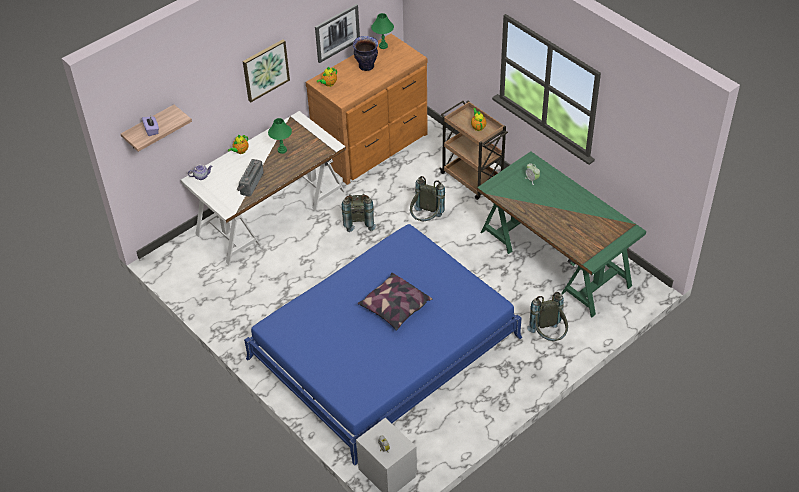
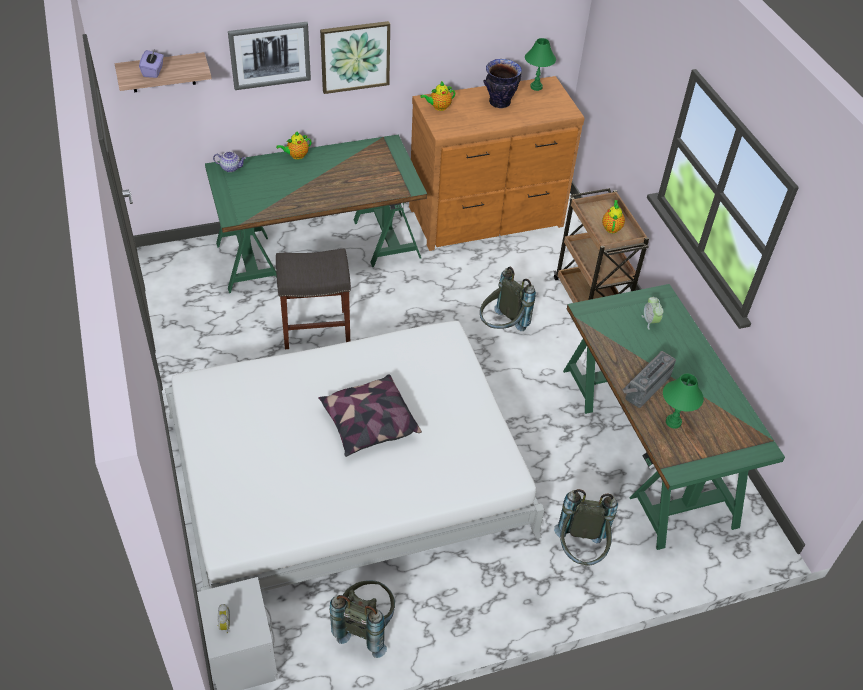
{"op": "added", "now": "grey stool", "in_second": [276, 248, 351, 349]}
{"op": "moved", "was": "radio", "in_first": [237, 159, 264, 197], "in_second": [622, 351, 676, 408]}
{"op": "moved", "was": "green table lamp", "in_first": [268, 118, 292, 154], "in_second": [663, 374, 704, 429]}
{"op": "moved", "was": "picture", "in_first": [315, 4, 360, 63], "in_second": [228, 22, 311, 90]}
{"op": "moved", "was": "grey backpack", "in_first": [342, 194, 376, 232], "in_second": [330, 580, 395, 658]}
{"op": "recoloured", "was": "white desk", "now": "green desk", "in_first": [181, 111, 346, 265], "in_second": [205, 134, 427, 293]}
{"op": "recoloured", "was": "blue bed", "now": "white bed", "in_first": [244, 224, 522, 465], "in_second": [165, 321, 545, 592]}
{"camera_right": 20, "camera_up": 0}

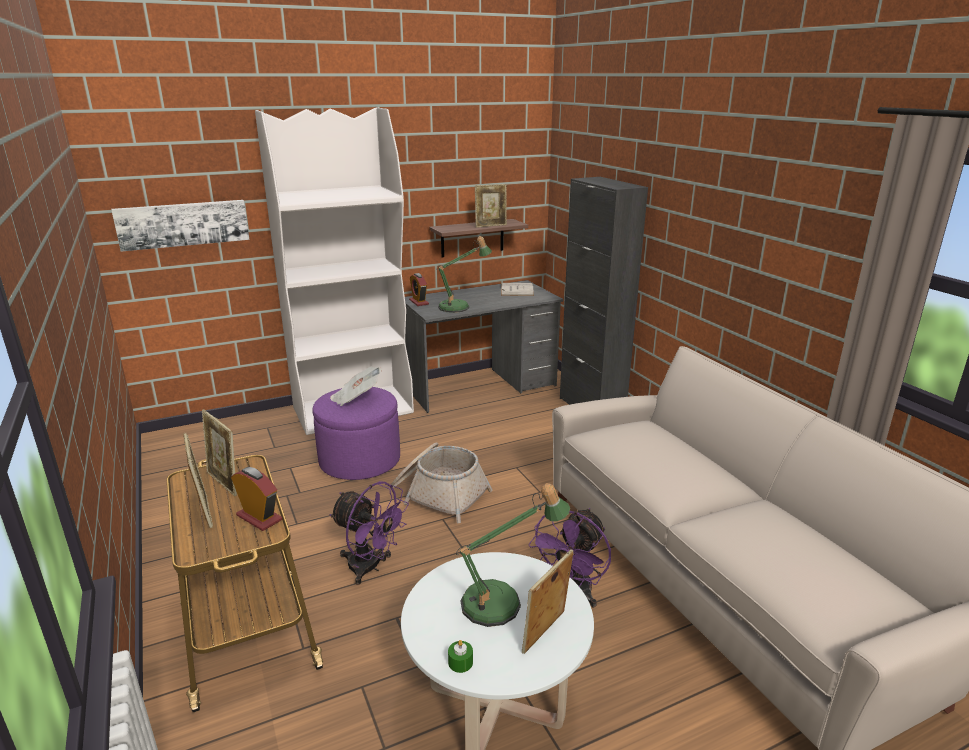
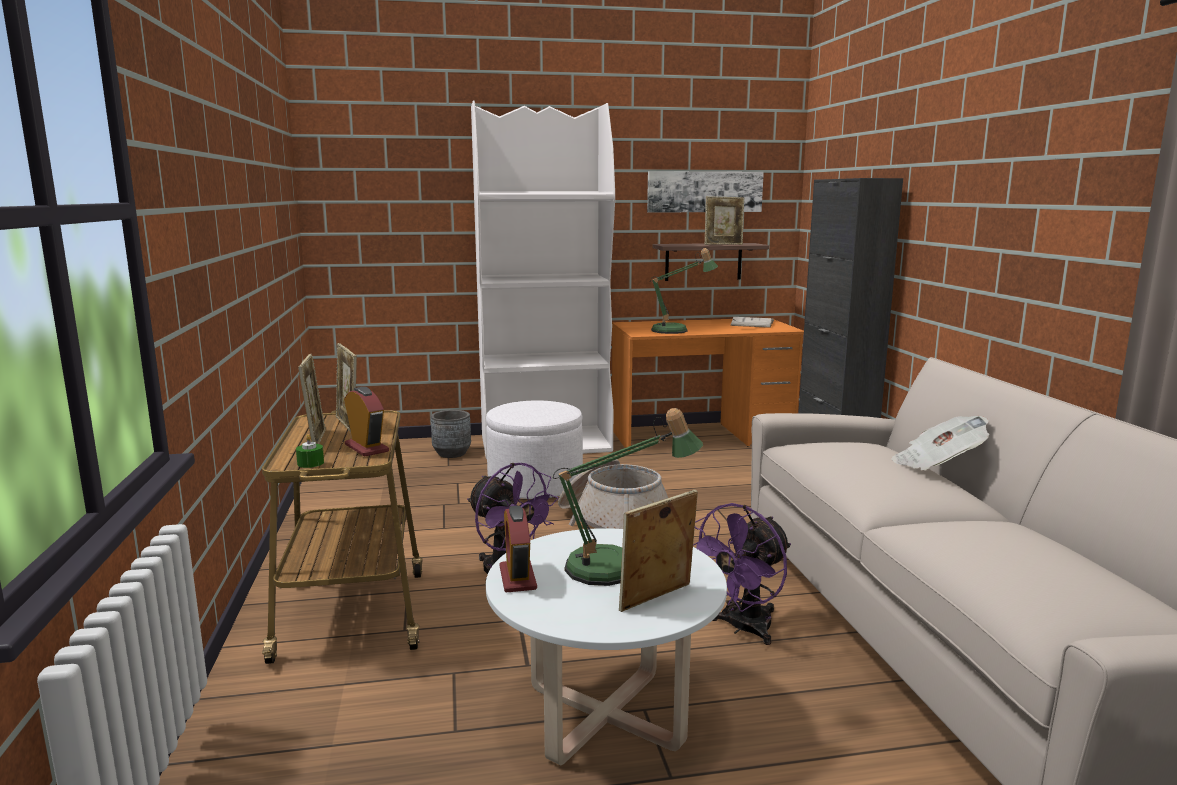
{"op": "added", "now": "grey planter", "in_second": [431, 410, 471, 458]}
{"op": "moved", "was": "picture", "in_first": [111, 200, 250, 252], "in_second": [647, 171, 764, 213]}
{"op": "moved", "was": "newspaper", "in_first": [330, 367, 382, 406], "in_second": [891, 416, 990, 470]}
{"op": "moved", "was": "alarm clock", "in_first": [409, 273, 429, 306], "in_second": [499, 506, 537, 592]}
{"op": "moved", "was": "green candle", "in_first": [448, 640, 473, 673], "in_second": [296, 434, 324, 468]}
{"op": "recoloured", "was": "purple ottoman", "now": "white ottoman", "in_first": [312, 387, 400, 480], "in_second": [486, 400, 583, 499]}
{"op": "recoloured", "was": "grey desk", "now": "orange desk", "in_first": [405, 280, 563, 413], "in_second": [612, 319, 804, 451]}
{"camera_right": 15, "camera_up": -10}

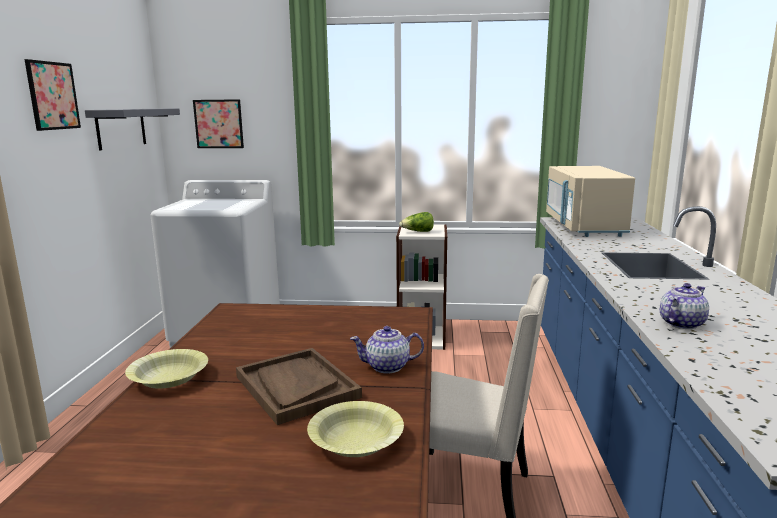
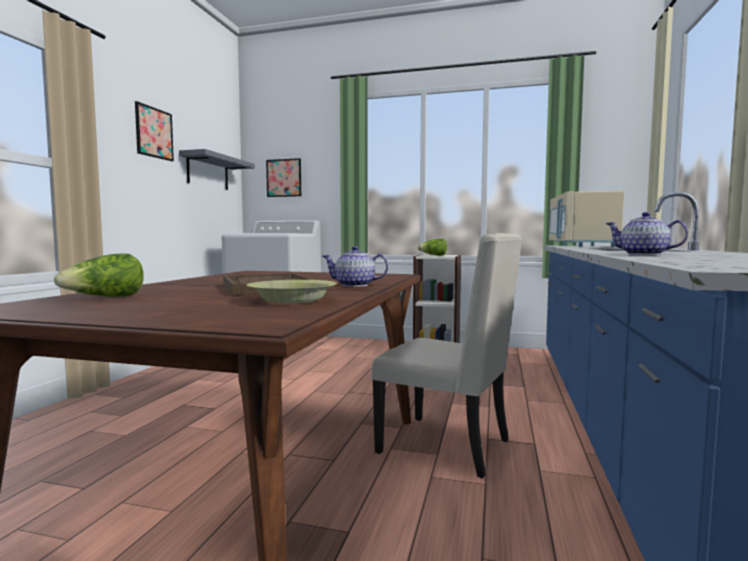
{"op": "removed", "was": "yellow bowl", "in_first": [125, 349, 208, 389]}
{"op": "added", "now": "lettuce", "in_second": [54, 253, 144, 297]}
{"op": "turned", "was": "teapot", "in_first": [660, 283, 709, 329], "in_second": [605, 212, 688, 255], "clockwise": -120}
{"camera_right": 10, "camera_up": -10}

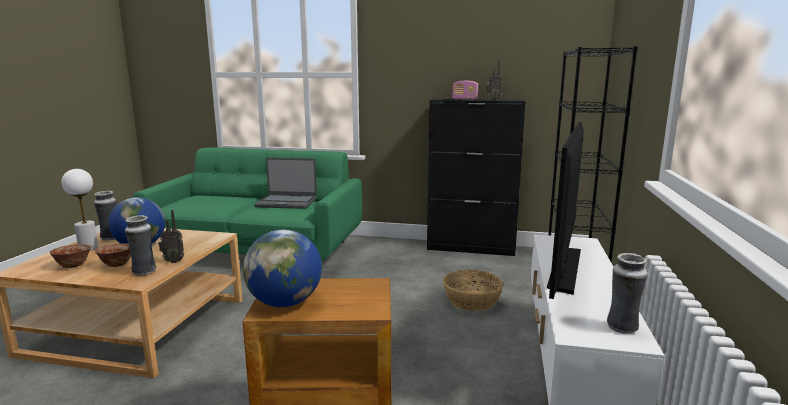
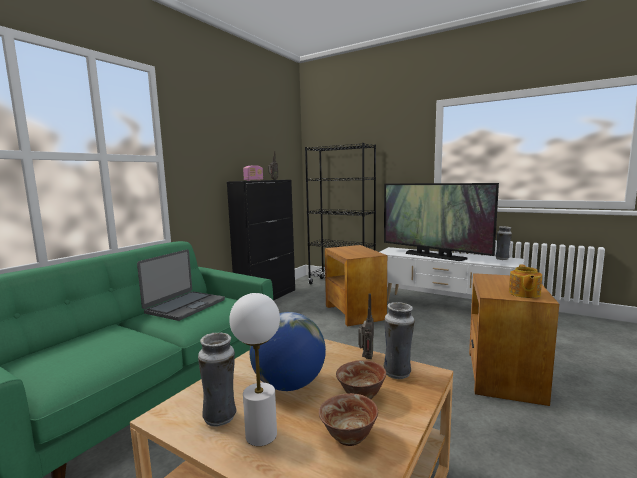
{"op": "replaced", "was": "globe", "now": "teapot", "in_first": [243, 230, 322, 307], "in_second": [509, 265, 542, 298]}
{"op": "replaced", "was": "basket", "now": "brown side table", "in_first": [443, 269, 504, 311], "in_second": [325, 245, 387, 326]}
{"camera_right": -70, "camera_up": -5}

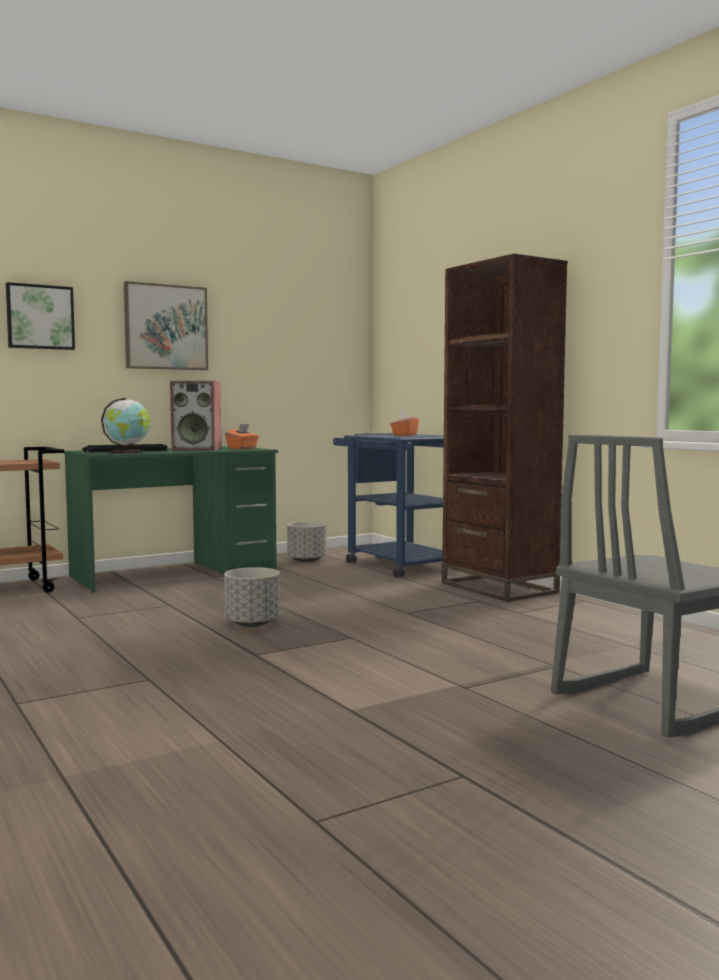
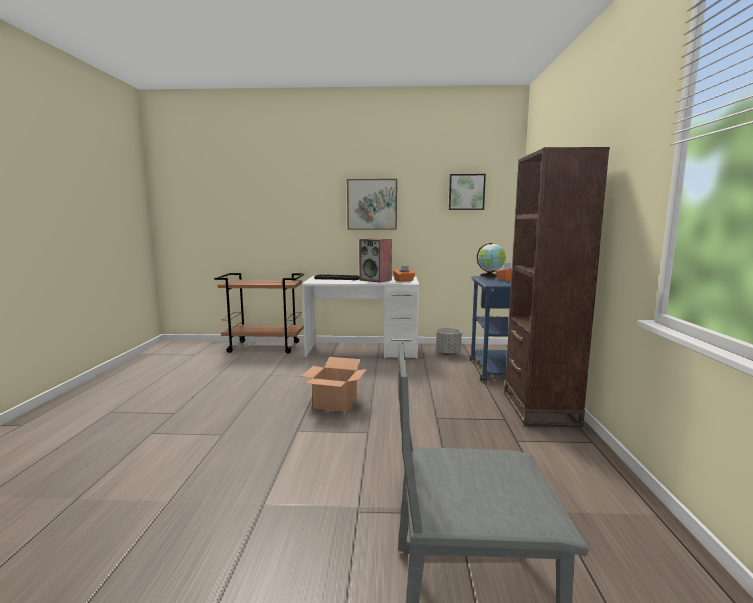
{"op": "moved", "was": "picture", "in_first": [6, 282, 75, 350], "in_second": [449, 174, 486, 210]}
{"op": "moved", "was": "globe", "in_first": [101, 398, 150, 454], "in_second": [477, 243, 506, 277]}
{"op": "replaced", "was": "grey planter", "now": "cardboard box", "in_first": [224, 567, 280, 627], "in_second": [302, 357, 367, 412]}
{"op": "recoloured", "was": "green desk", "now": "white desk", "in_first": [64, 446, 278, 592], "in_second": [301, 276, 419, 359]}
{"camera_right": 35, "camera_up": 5}

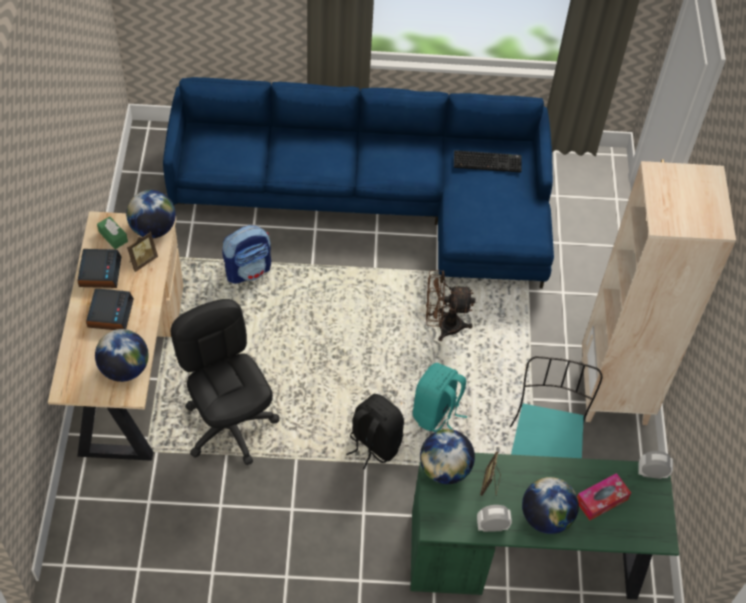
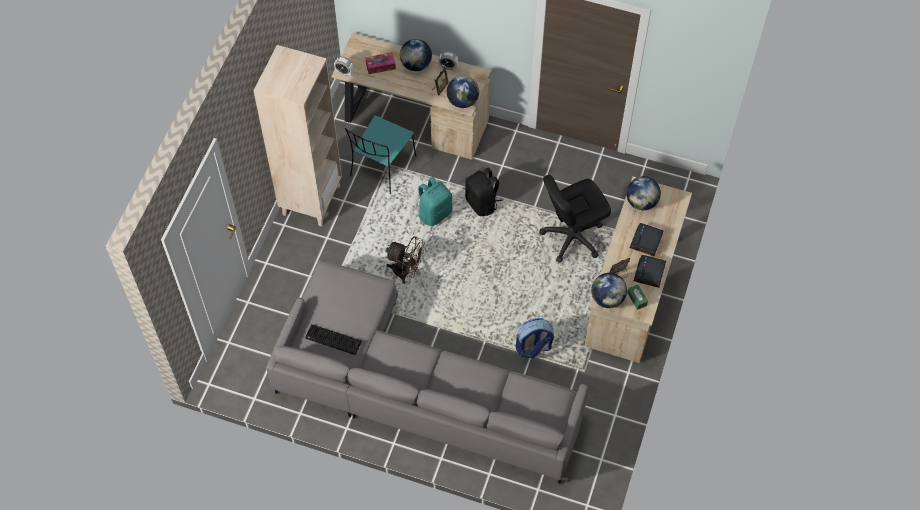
{"op": "recoloured", "was": "blue sofa", "now": "grey sofa", "in_first": [163, 77, 554, 289], "in_second": [267, 260, 588, 484]}
{"op": "recoloured", "was": "green desk", "now": "beige desk", "in_first": [410, 453, 679, 599], "in_second": [332, 33, 491, 160]}
{"op": "turned", "was": "black office chair", "in_first": [171, 299, 279, 465], "in_second": [539, 175, 611, 263], "clockwise": 75}
{"camera_right": -160, "camera_up": 5}

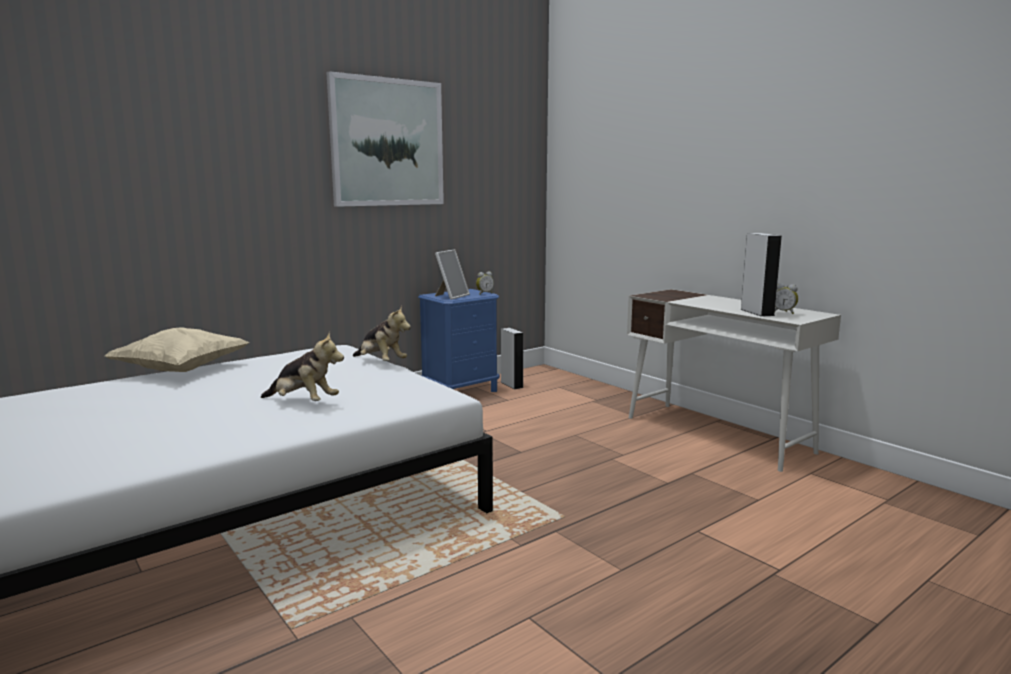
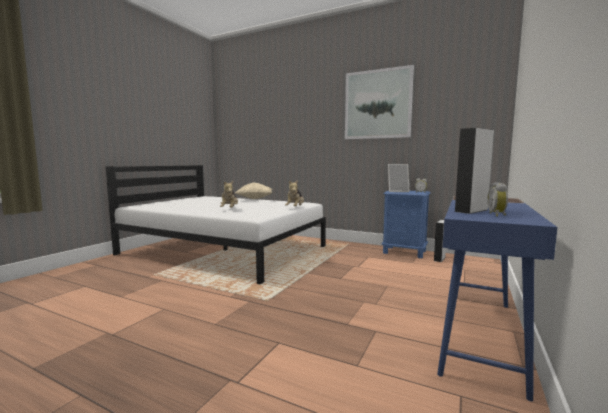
{"op": "recoloured", "was": "white desk", "now": "blue desk", "in_first": [627, 289, 841, 472], "in_second": [437, 196, 558, 401]}
{"camera_right": 65, "camera_up": -5}

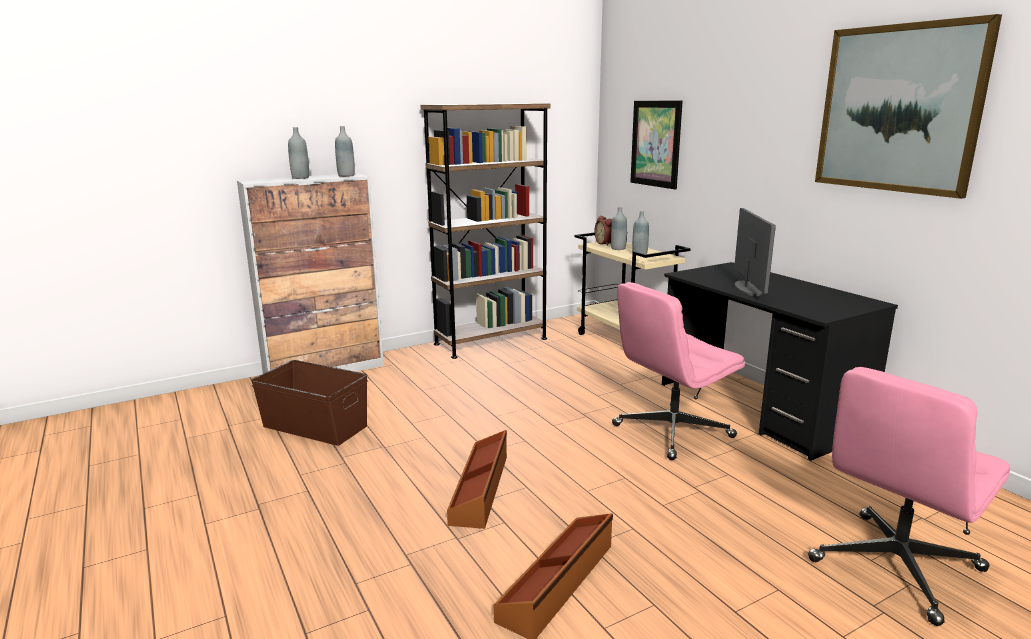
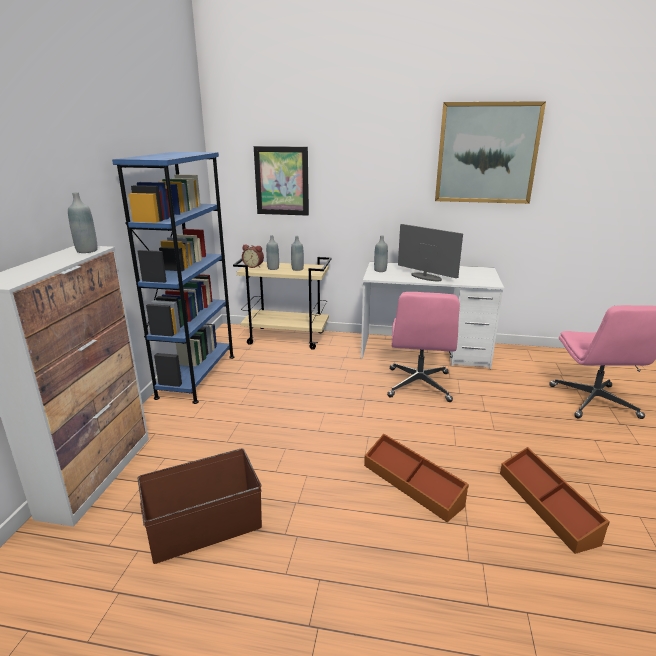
{"op": "moved", "was": "grey bottle", "in_first": [288, 127, 309, 179], "in_second": [374, 235, 388, 272]}
{"op": "recoloured", "was": "brown bookcase", "now": "blue bookcase", "in_first": [420, 103, 551, 359], "in_second": [112, 152, 234, 404]}
{"op": "recoloured", "was": "black desk", "now": "white desk", "in_first": [662, 262, 898, 461], "in_second": [361, 262, 504, 369]}
{"camera_right": -50, "camera_up": 5}

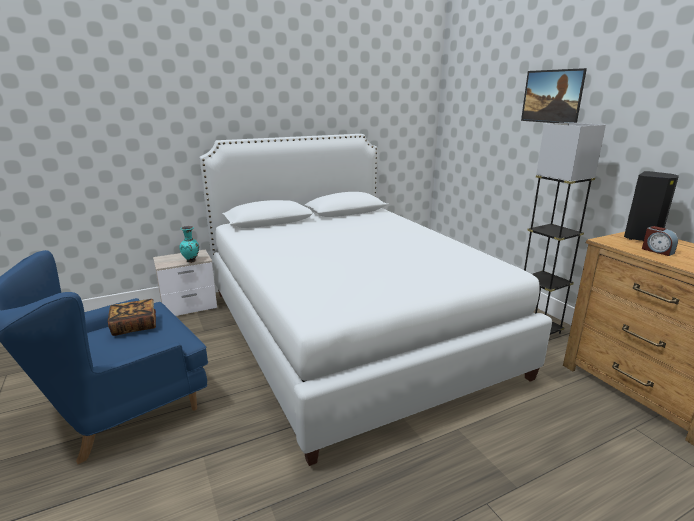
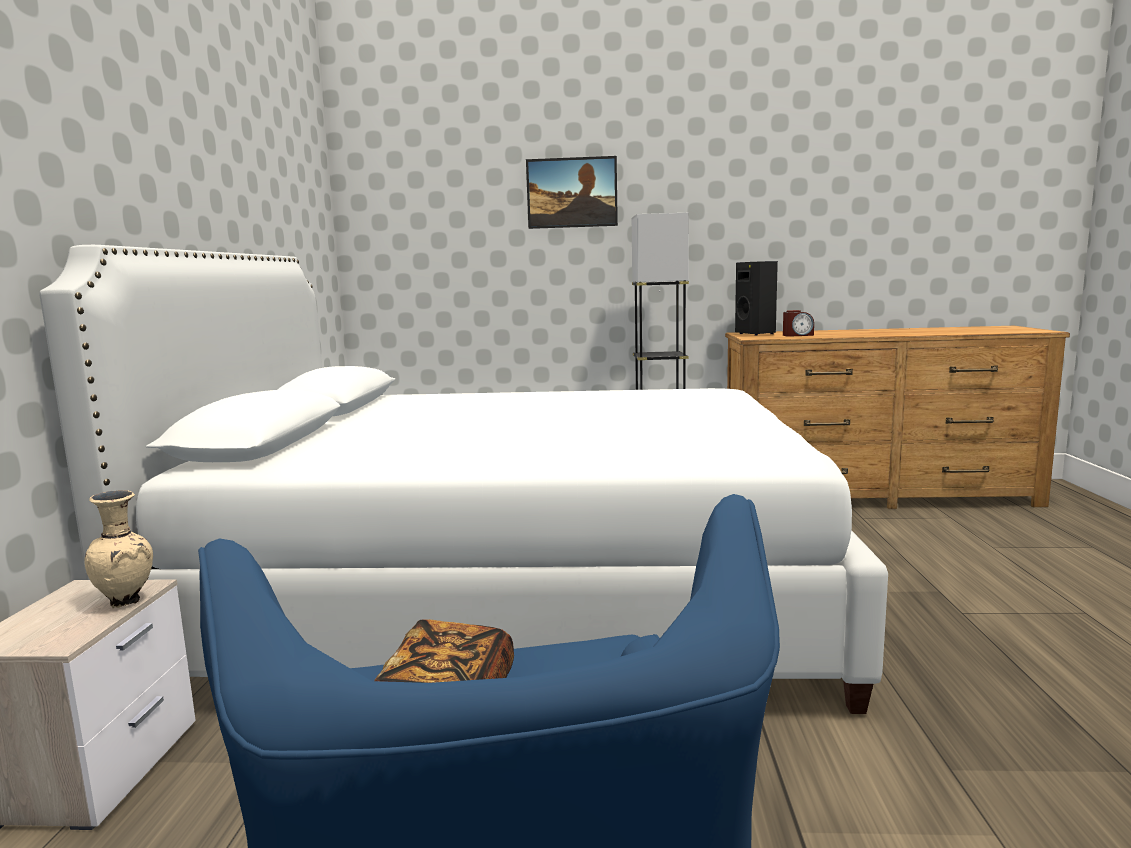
{"op": "recoloured", "was": "turquoise vase", "now": "beige vase", "in_first": [179, 226, 199, 263], "in_second": [84, 490, 153, 608]}
{"camera_right": -60, "camera_up": -10}

